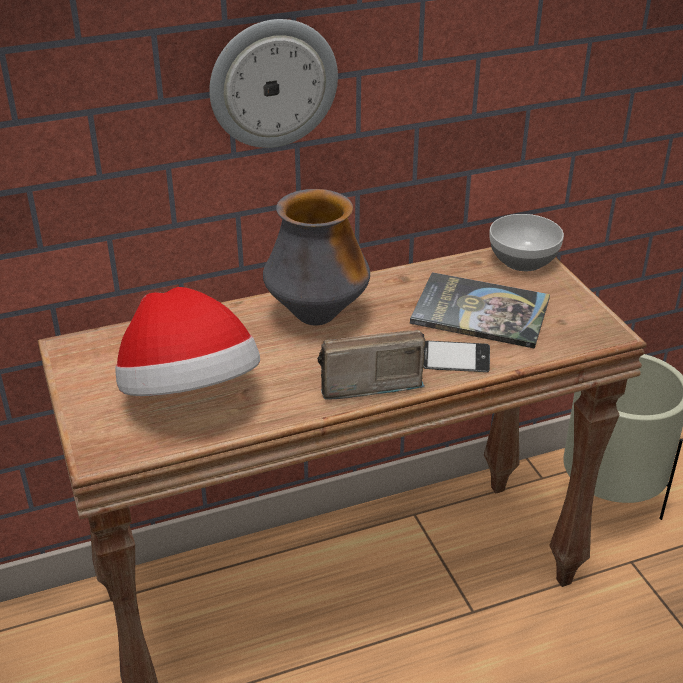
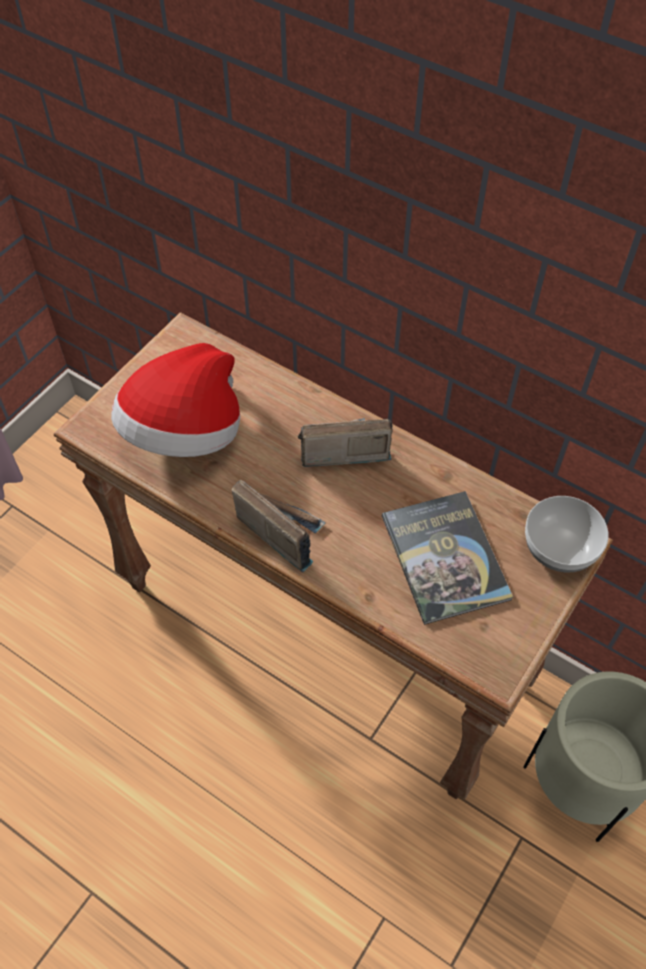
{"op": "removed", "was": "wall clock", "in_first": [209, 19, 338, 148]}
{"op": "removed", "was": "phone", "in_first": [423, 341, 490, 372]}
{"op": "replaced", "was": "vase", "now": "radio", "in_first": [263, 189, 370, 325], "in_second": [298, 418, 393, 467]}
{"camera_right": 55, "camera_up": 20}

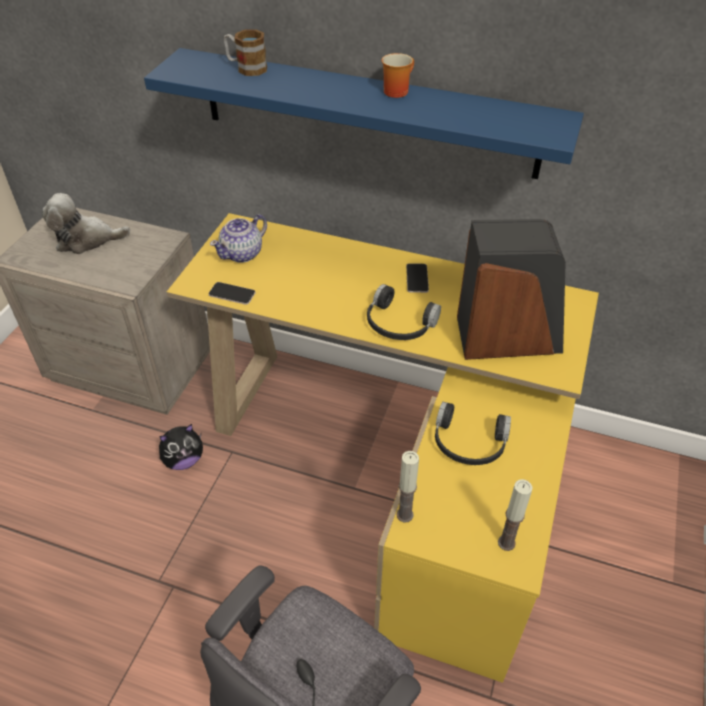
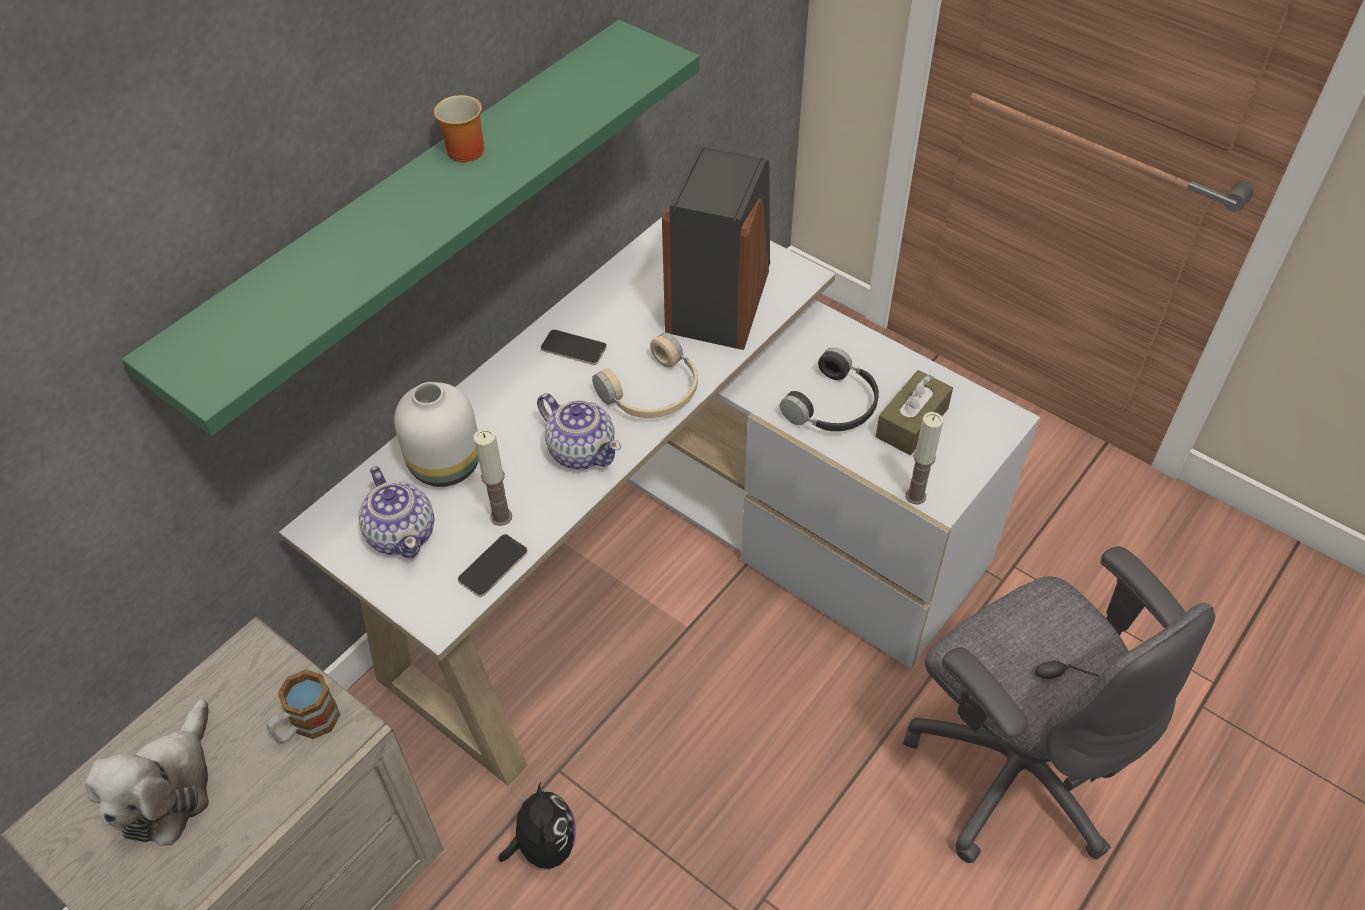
{"op": "added", "now": "white vase", "in_second": [394, 382, 479, 487]}
{"op": "added", "now": "teapot", "in_second": [537, 393, 621, 469]}
{"op": "added", "now": "brown tissue box", "in_second": [876, 370, 953, 455]}
{"op": "moved", "was": "mug", "in_first": [224, 29, 267, 76], "in_second": [267, 669, 340, 743]}
{"op": "moved", "was": "candle", "in_first": [498, 479, 532, 551], "in_second": [474, 428, 512, 526]}
{"op": "recoloured", "was": "blue shelf", "now": "green shelf", "in_first": [144, 48, 584, 179], "in_second": [122, 20, 700, 436]}
{"op": "recoloured", "was": "yellow desk", "now": "white desk", "in_first": [167, 213, 599, 683], "in_second": [279, 217, 1040, 786]}
{"op": "recoloured", "was": "black headphones", "now": "beige headphones", "in_first": [367, 284, 441, 340], "in_second": [592, 332, 698, 418]}
{"camera_right": -70, "camera_up": 5}

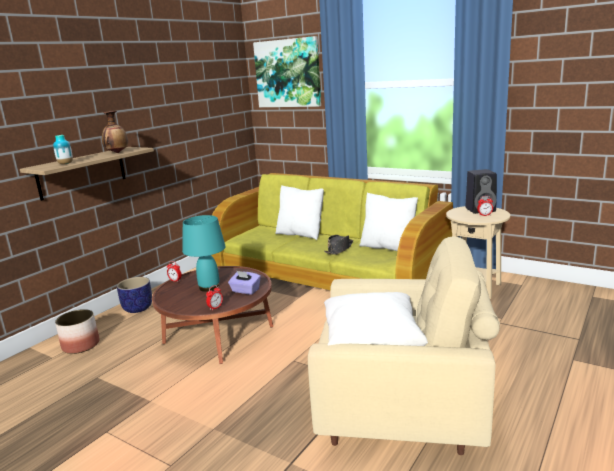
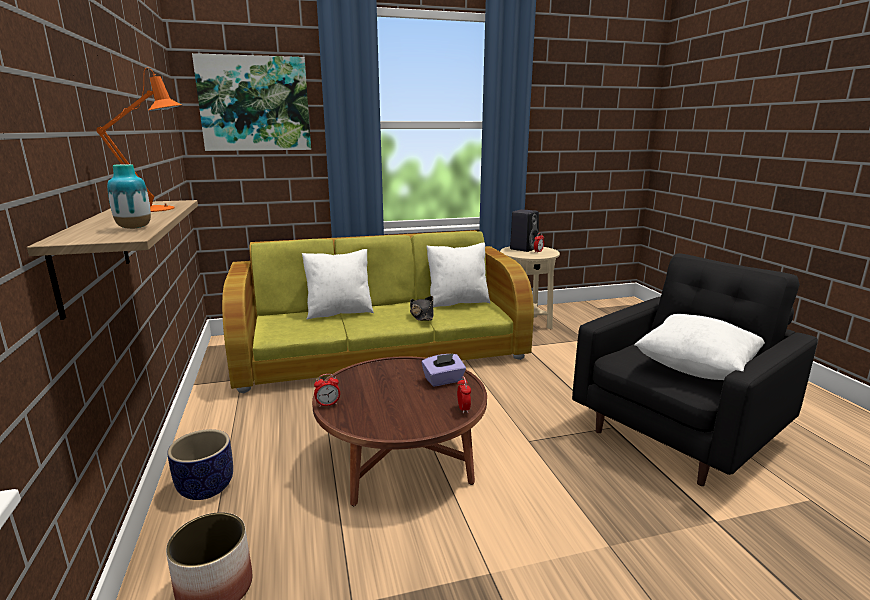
{"op": "removed", "was": "turquoise table lamp", "in_first": [182, 215, 226, 292]}
{"op": "replaced", "was": "vase", "now": "orange table lamp", "in_first": [102, 111, 128, 153], "in_second": [96, 68, 182, 212]}
{"op": "recoloured", "was": "beige armchair", "now": "black armchair", "in_first": [308, 236, 500, 455], "in_second": [572, 253, 818, 486]}
{"camera_right": -50, "camera_up": 0}

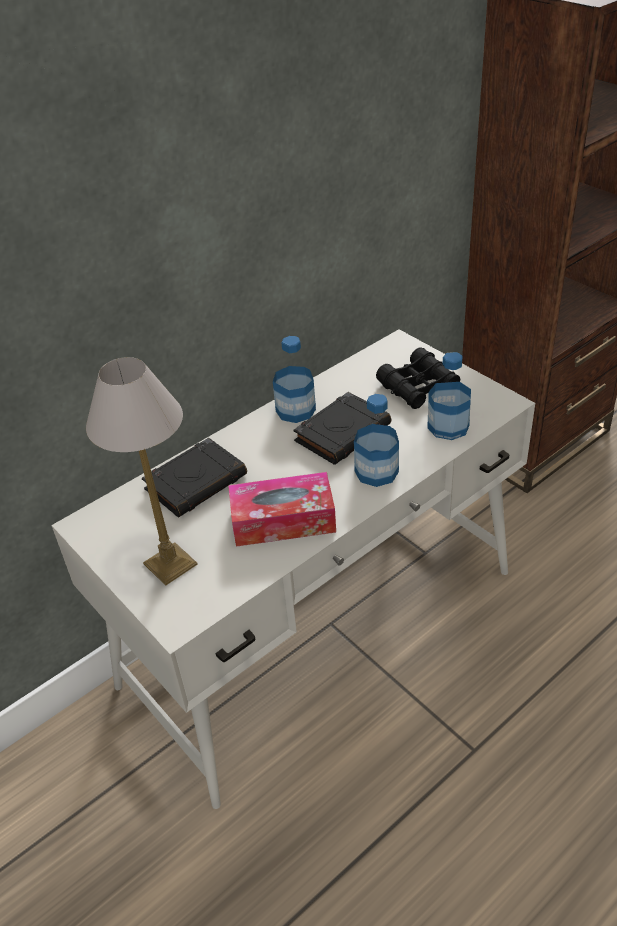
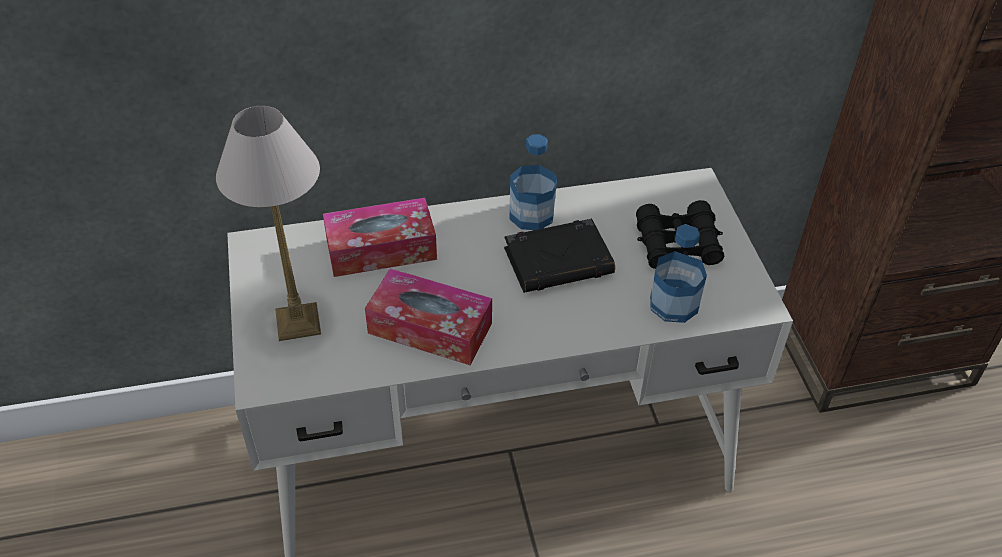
{"op": "removed", "was": "bottle", "in_first": [354, 394, 399, 487]}
{"op": "replaced", "was": "black book", "now": "tissue box", "in_first": [142, 438, 247, 518], "in_second": [323, 198, 437, 277]}
{"camera_right": 25, "camera_up": 5}

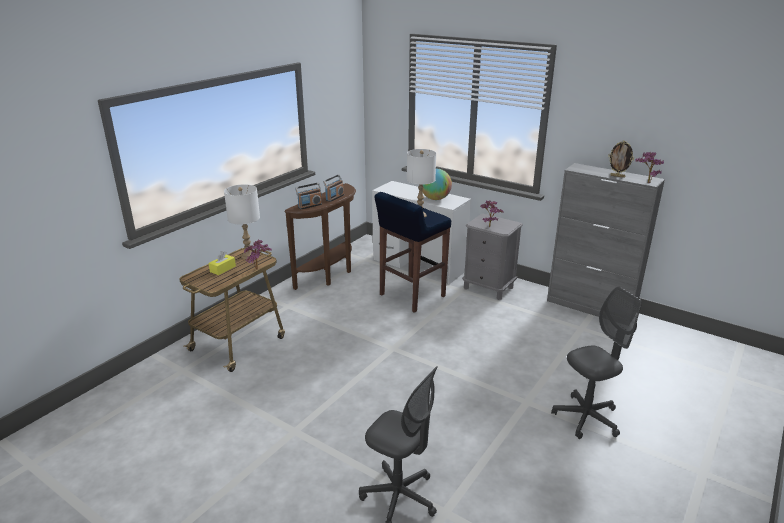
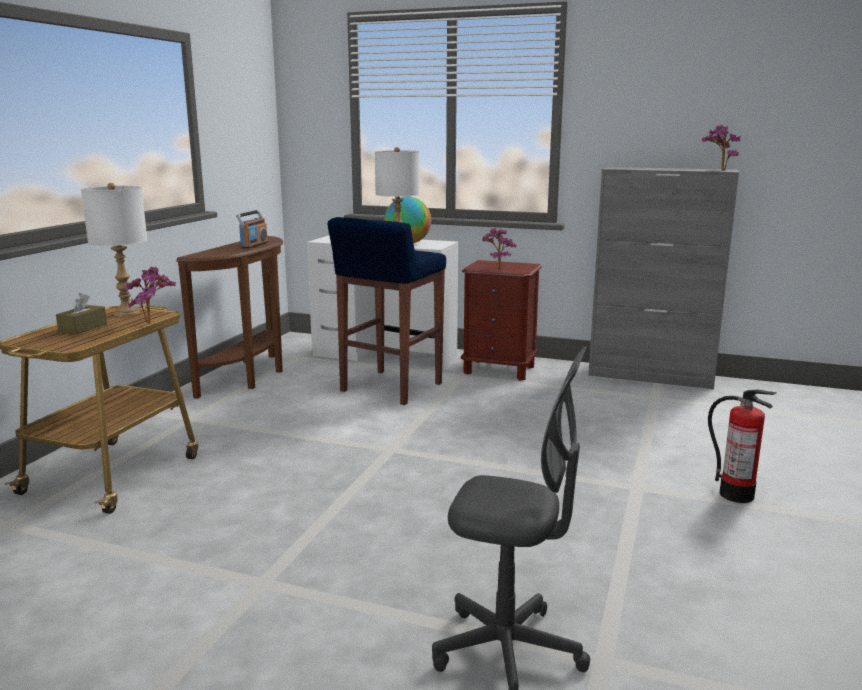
{"op": "removed", "was": "radio", "in_first": [295, 183, 322, 209]}
{"op": "removed", "was": "picture frame", "in_first": [608, 141, 634, 178]}
{"op": "replaced", "was": "grey office chair", "now": "fire extinguisher", "in_first": [551, 287, 642, 439], "in_second": [708, 390, 776, 503]}
{"op": "recoloured", "was": "yellow tissue box", "now": "brown tissue box", "in_first": [209, 251, 236, 275], "in_second": [56, 293, 107, 335]}
{"op": "recoloured", "was": "grey nightstand", "now": "brown nightstand", "in_first": [462, 213, 523, 300], "in_second": [461, 260, 542, 381]}
{"camera_right": -15, "camera_up": -10}

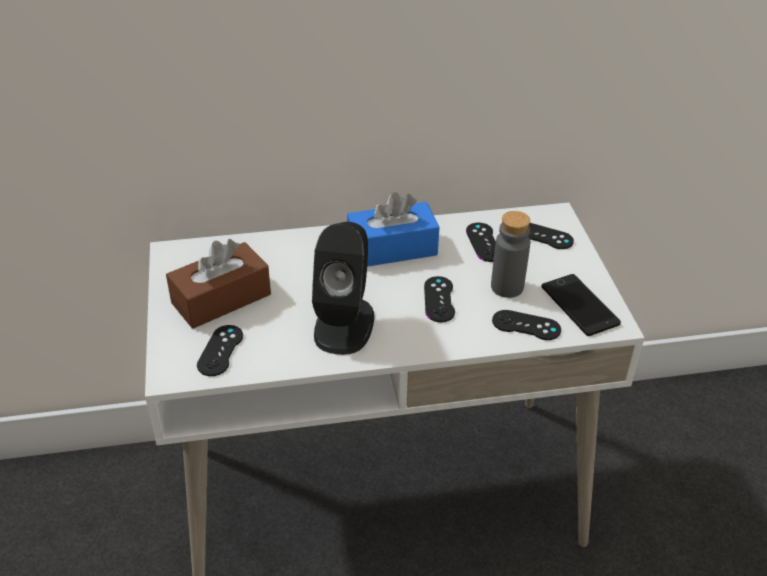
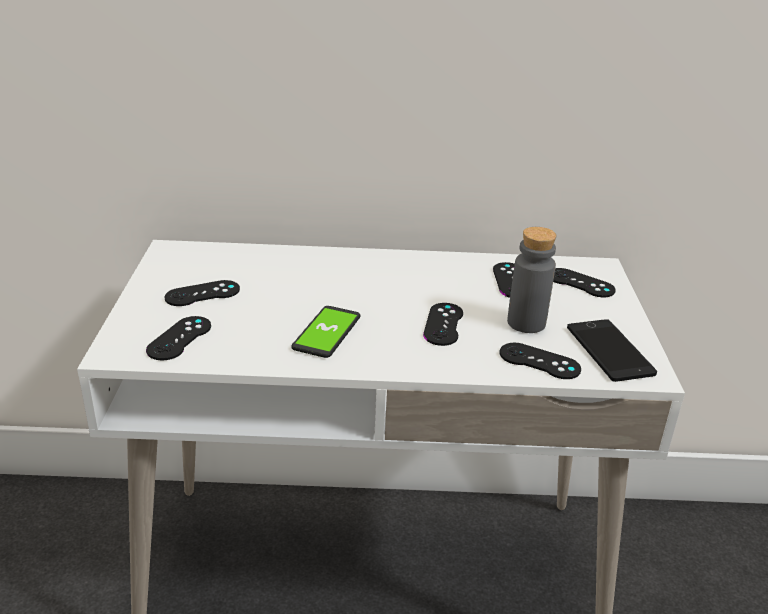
{"op": "removed", "was": "blue tissue box", "in_first": [347, 192, 439, 267]}
{"op": "replaced", "was": "brown tissue box", "now": "black game controller", "in_first": [166, 239, 271, 329], "in_second": [164, 280, 240, 306]}
{"op": "replaced", "was": "black speaker", "now": "phone", "in_first": [312, 222, 374, 355], "in_second": [291, 306, 360, 358]}
{"camera_right": 10, "camera_up": -10}

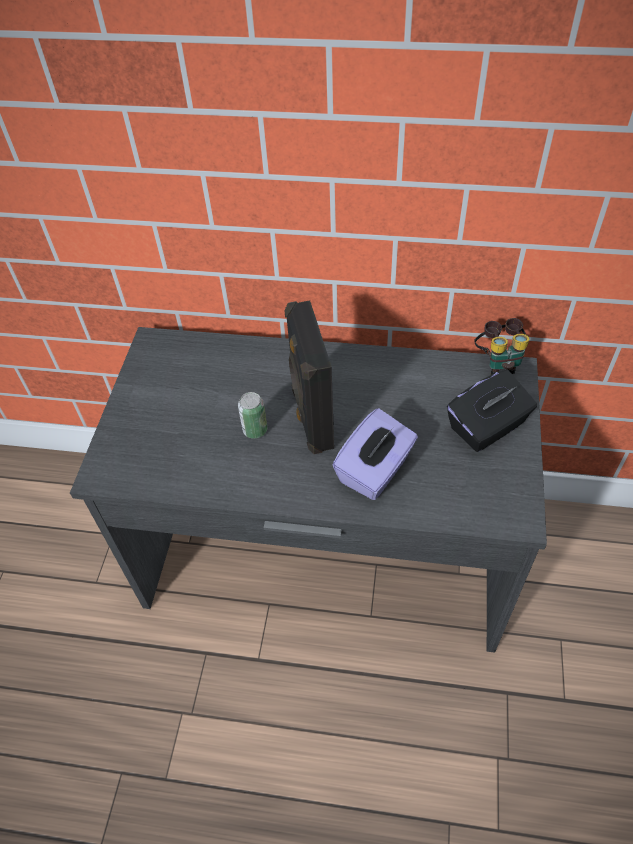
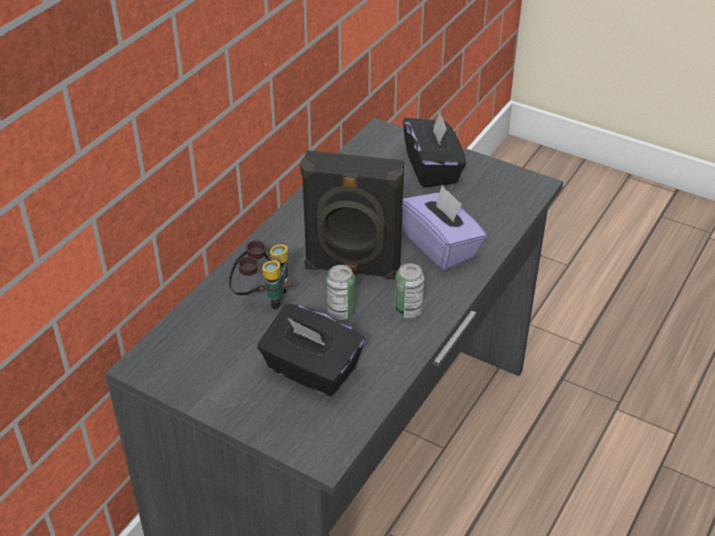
{"op": "added", "now": "black tissue box", "in_second": [257, 304, 365, 396]}
{"op": "added", "now": "can", "in_second": [394, 263, 425, 319]}
{"op": "moved", "was": "binoculars", "in_first": [474, 318, 529, 375], "in_second": [229, 240, 293, 309]}
{"camera_right": -70, "camera_up": -10}

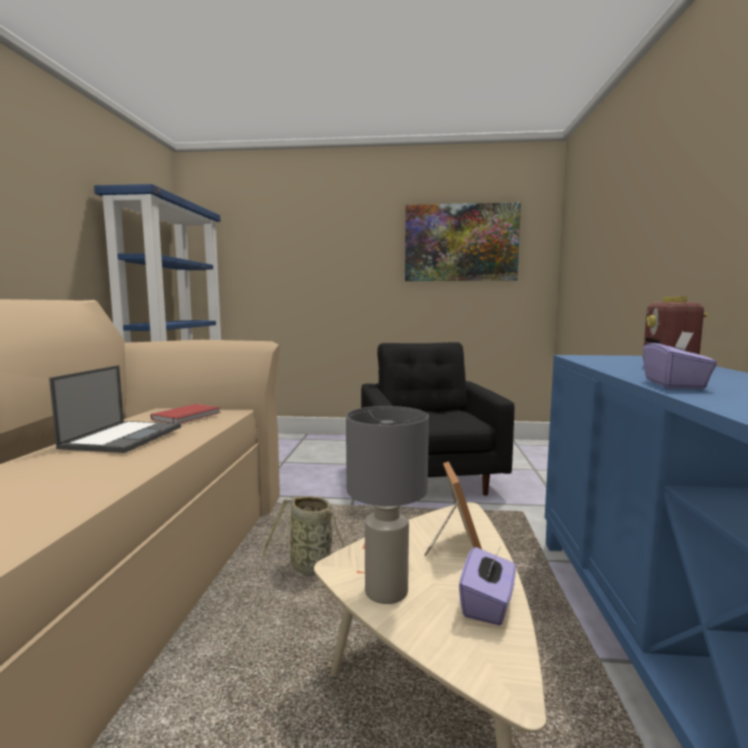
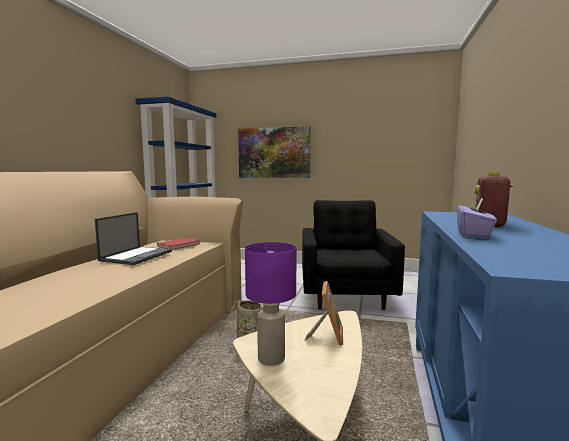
{"op": "removed", "was": "purple tissue box", "in_first": [459, 547, 516, 626]}
{"op": "moved", "was": "picture", "in_first": [405, 203, 521, 281], "in_second": [238, 126, 311, 178]}
{"op": "recoloured", "was": "grey table lamp", "now": "purple table lamp", "in_first": [346, 406, 429, 604], "in_second": [245, 242, 296, 366]}
{"camera_right": 10, "camera_up": 0}

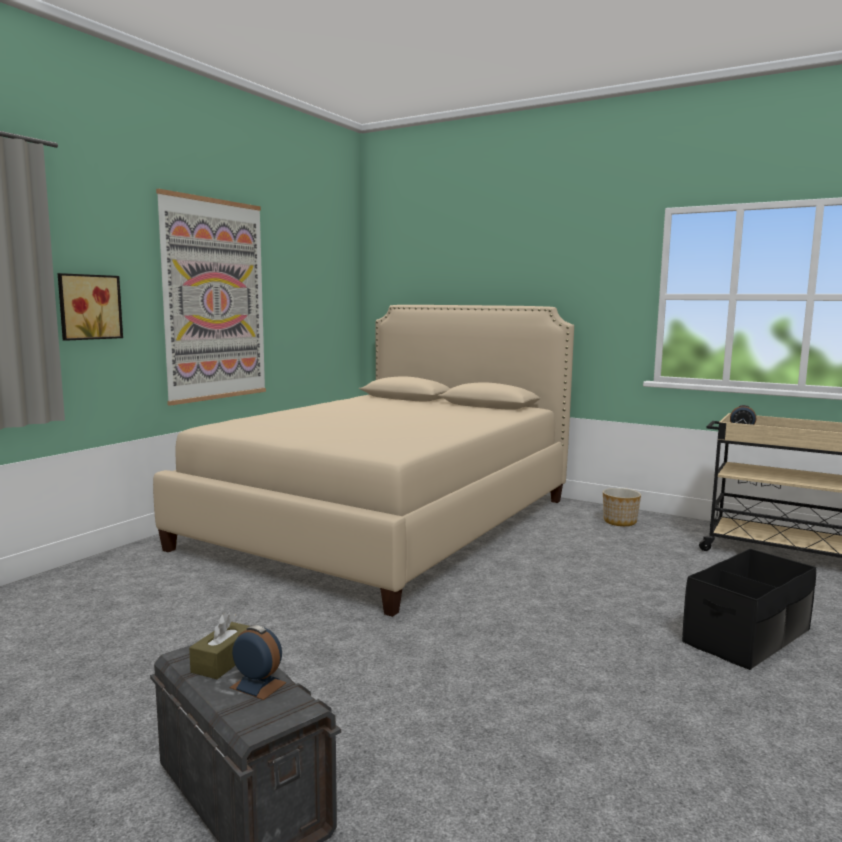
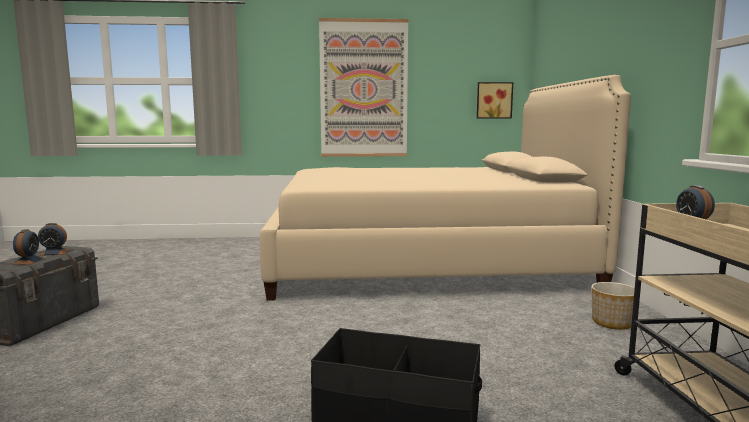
{"op": "moved", "was": "picture", "in_first": [58, 273, 123, 341], "in_second": [477, 82, 513, 119]}
{"op": "replaced", "was": "brown tissue box", "now": "alarm clock", "in_first": [189, 612, 249, 679], "in_second": [38, 223, 69, 256]}
{"camera_right": 55, "camera_up": 0}

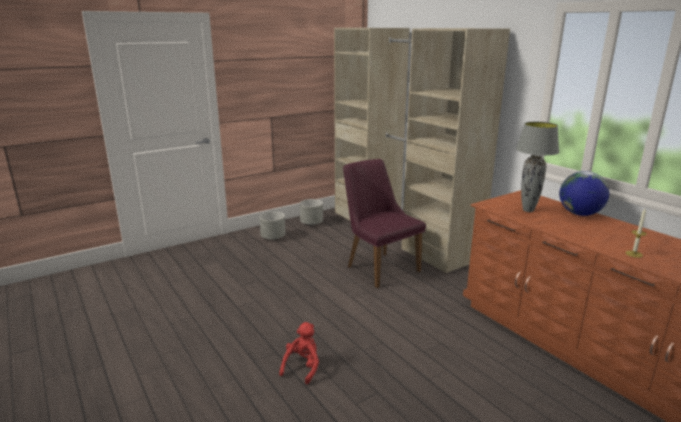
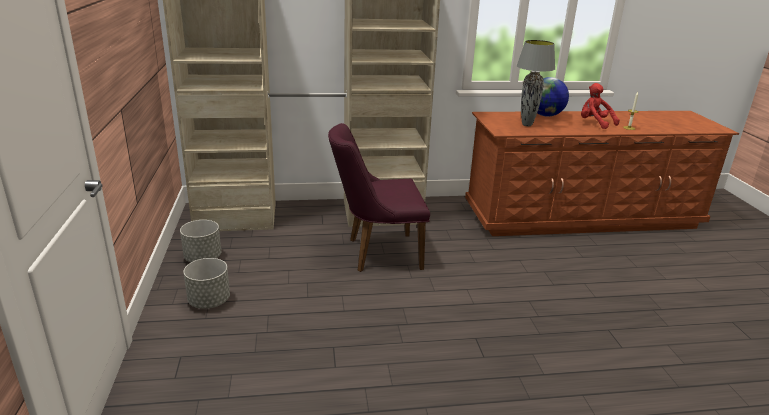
{"op": "moved", "was": "red plush toy", "in_first": [279, 322, 319, 384], "in_second": [581, 83, 620, 129]}
{"camera_right": -65, "camera_up": 5}

